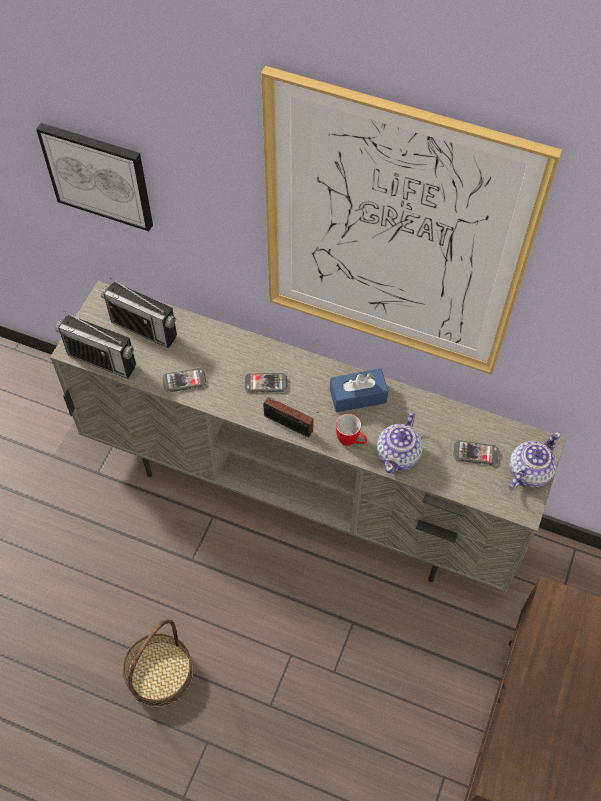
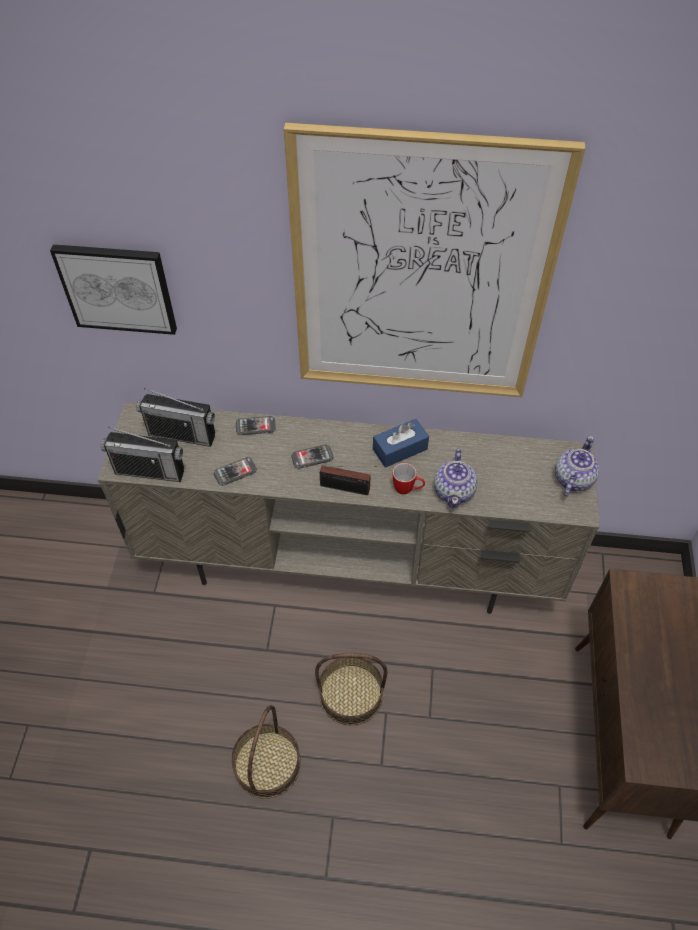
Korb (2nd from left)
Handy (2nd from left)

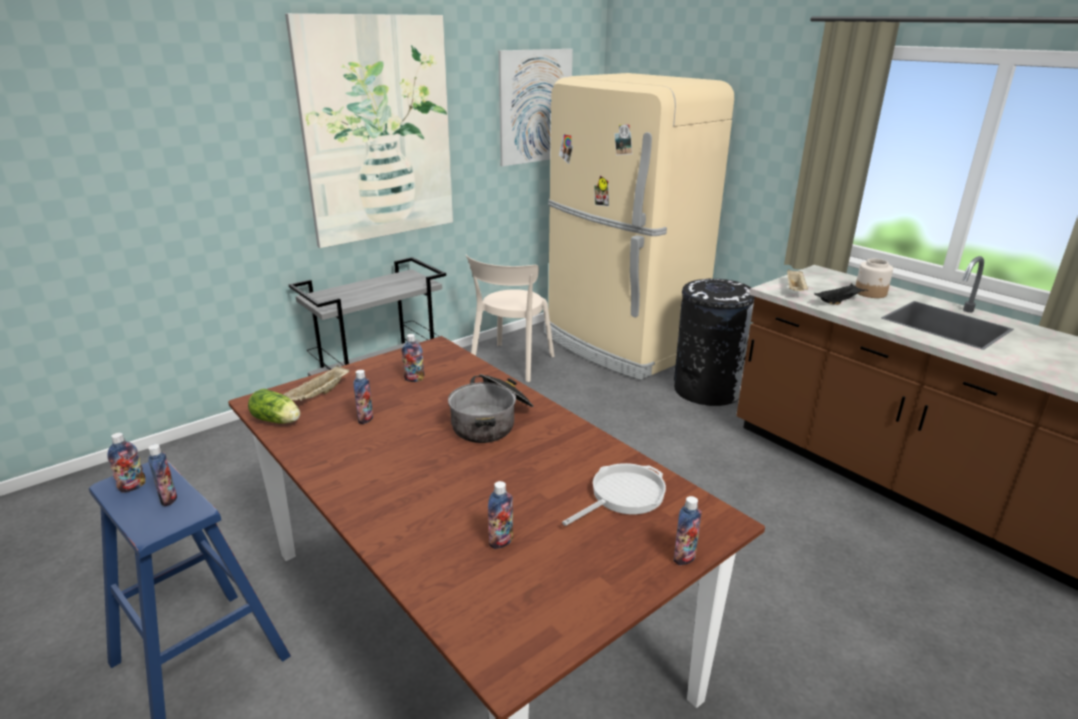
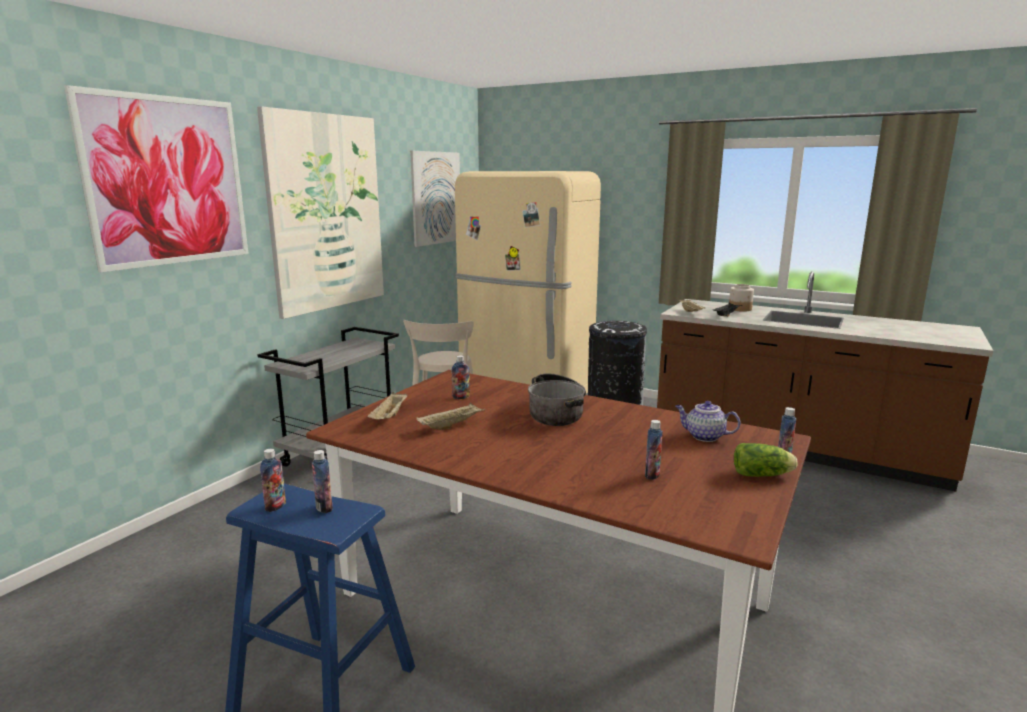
Bild (1st from left)
Salatkopf
Tablett (beige) (2nd from left)
Teekanne

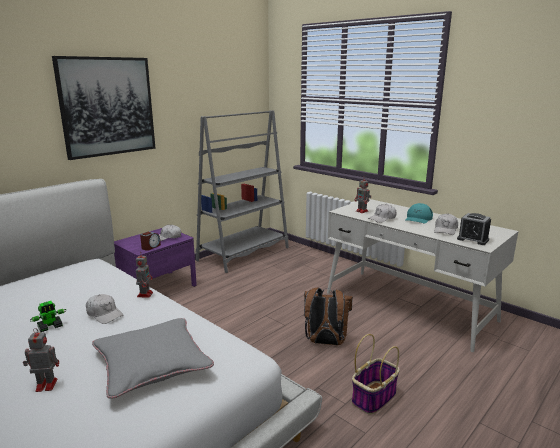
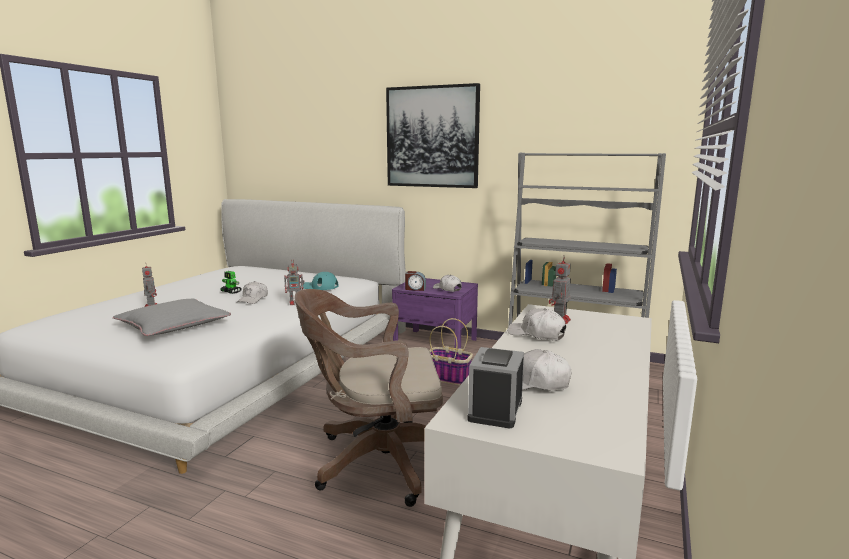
Korb
Kappe (türkis)
Bürostuhl (braun)

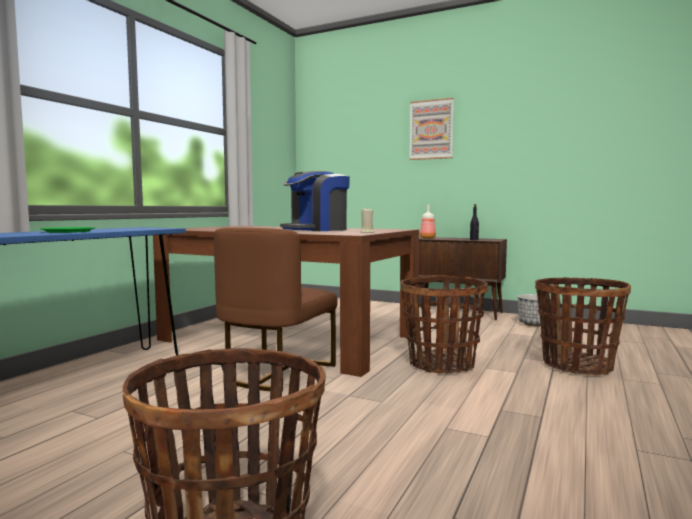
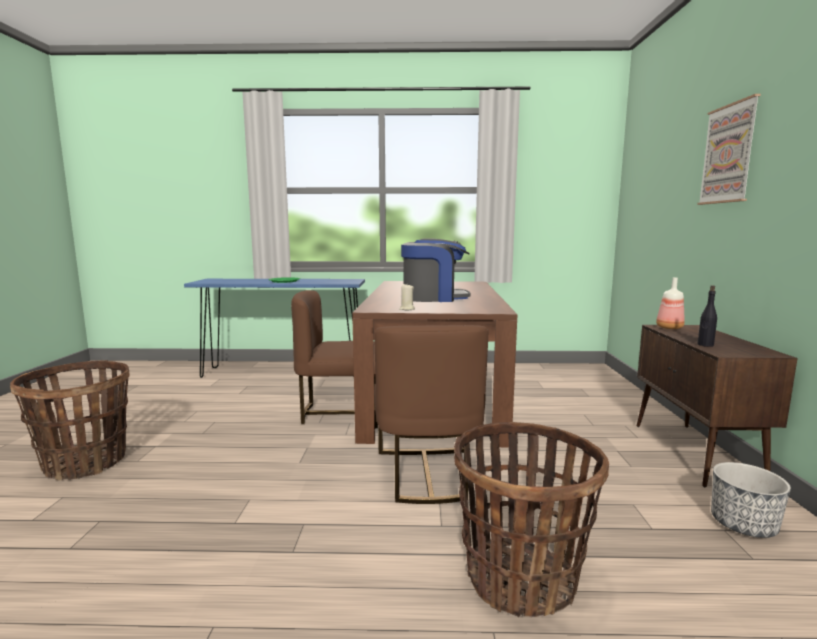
Stuhl (braun) (2nd from left)
Kaffeemaschine

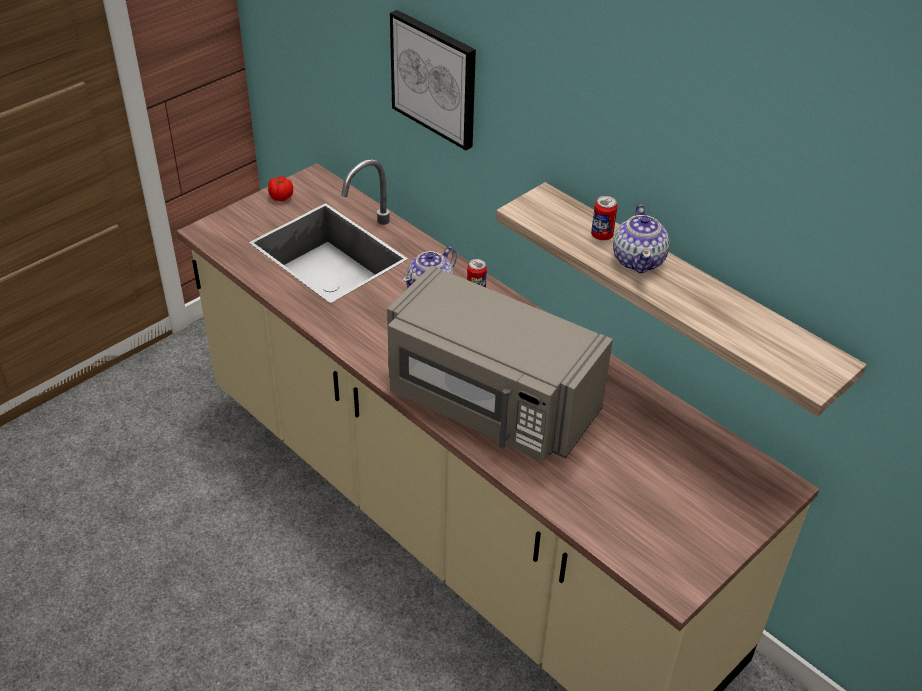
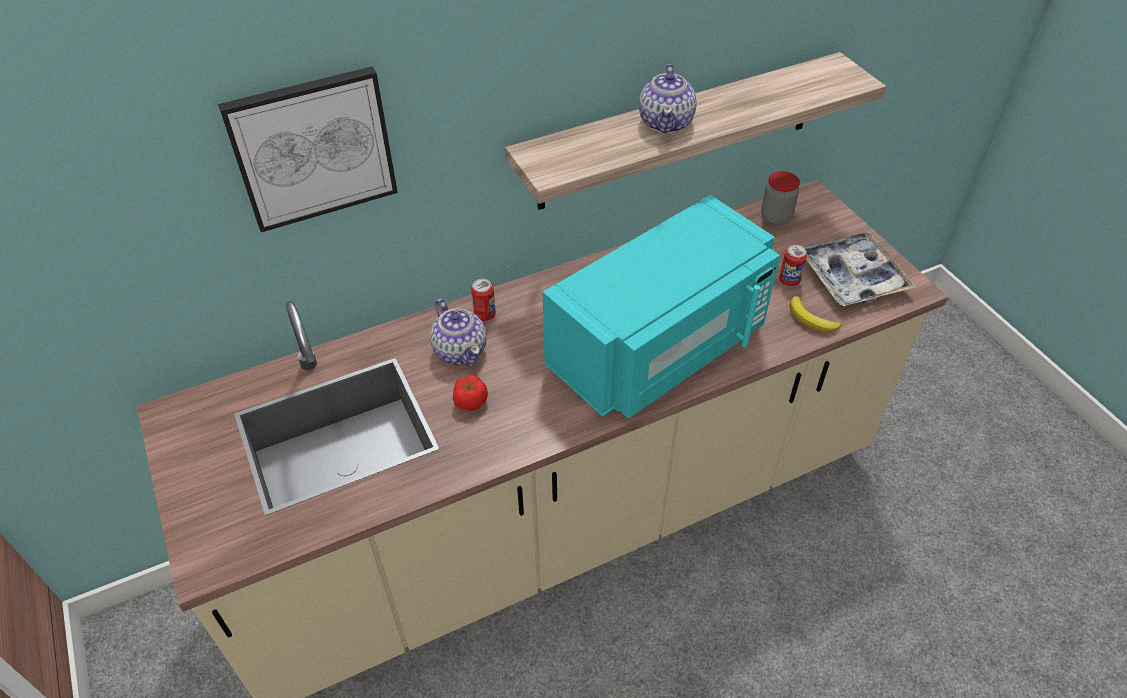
Vorratsglas
Banane
Tablett
Tomate
Dose (2nd from left)
Mikrowelle (türkis)
Teekanne (2nd from left)

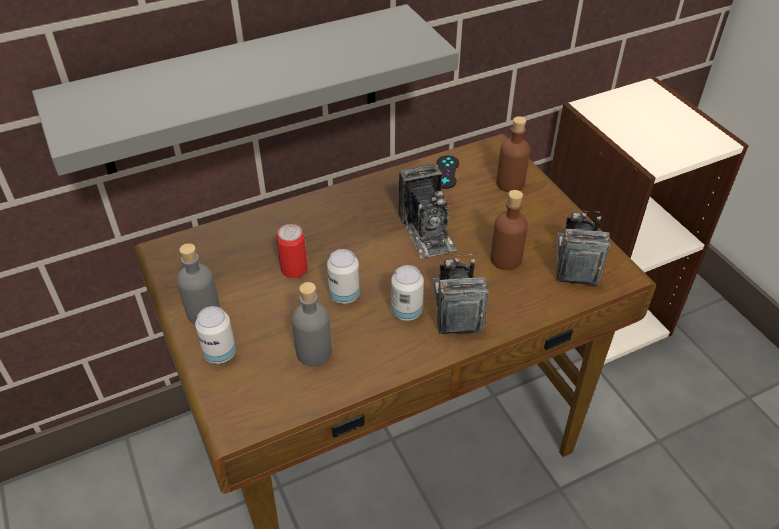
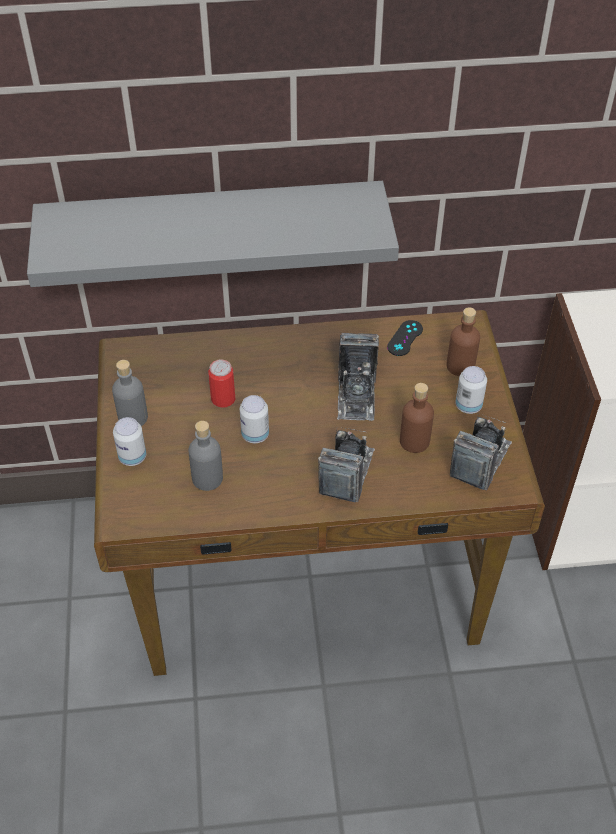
Dose (4th from left)

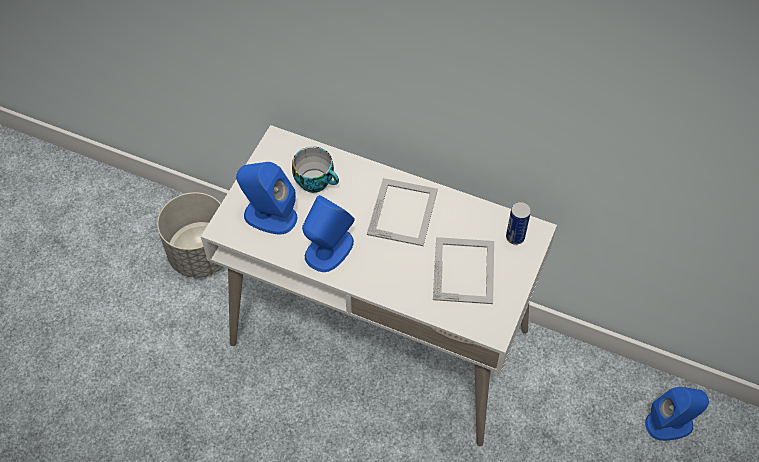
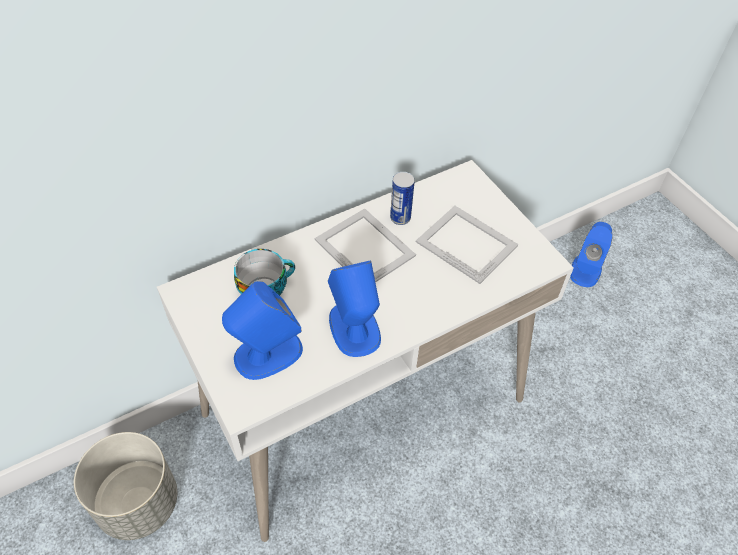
Dose

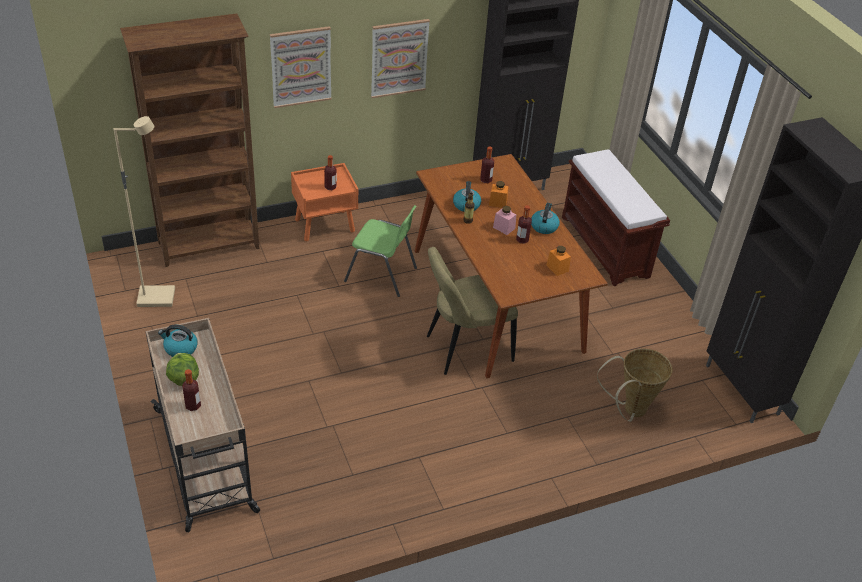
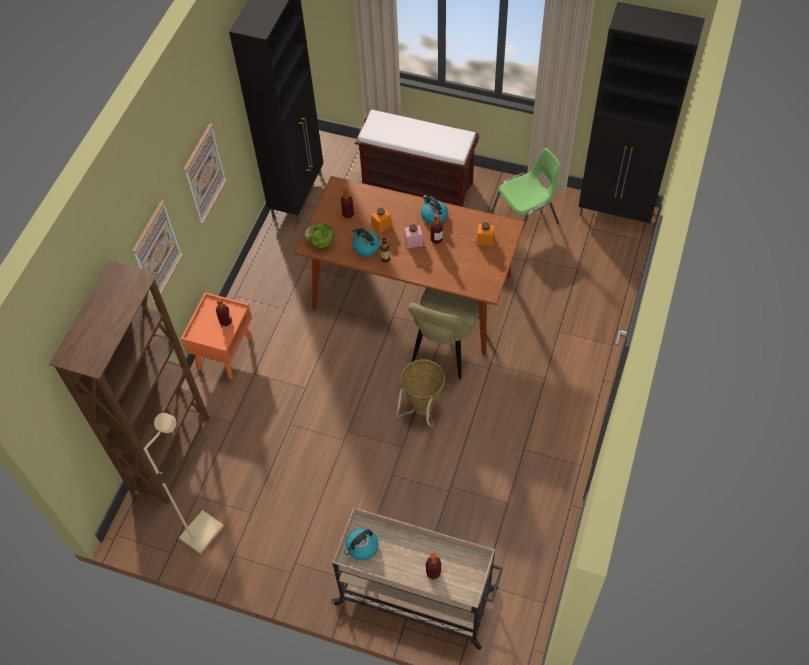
Salatkopf
Stuhl (grün)
Korb

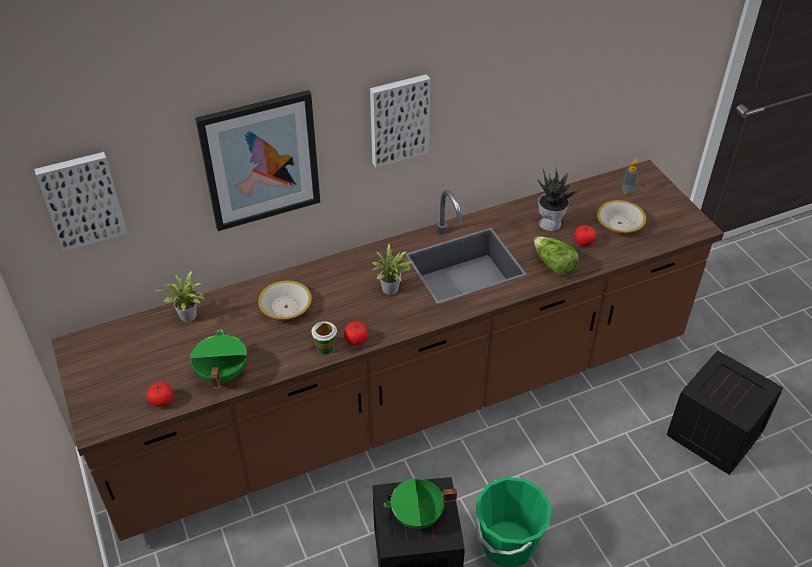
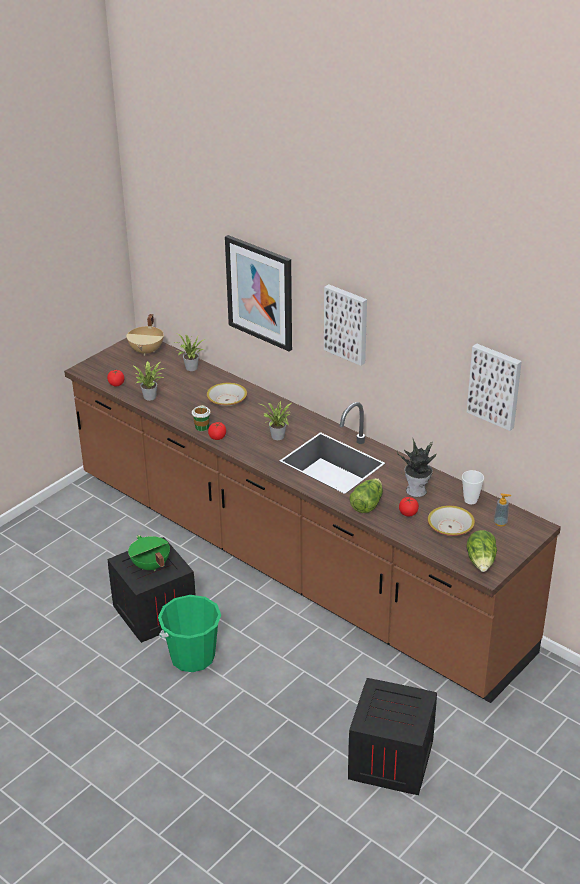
Kochtopf (beige)
Tasse (2nd from left)
Salatkopf (2nd from left)
Bild (3rd from left)
Topfpflanze (1st from left)

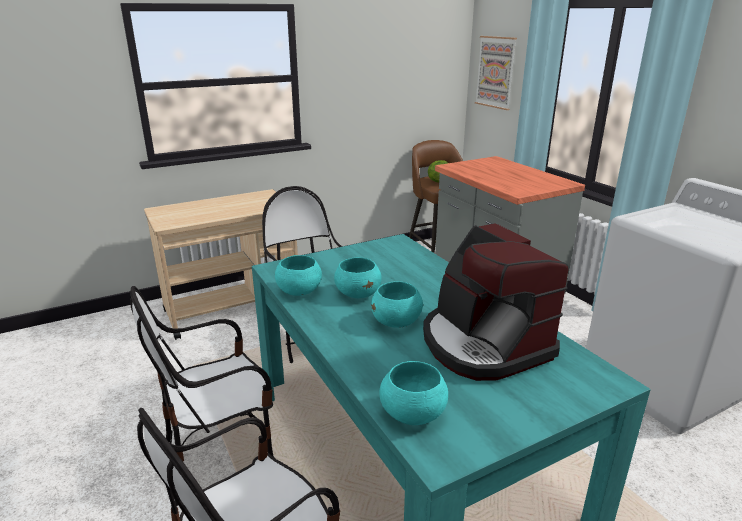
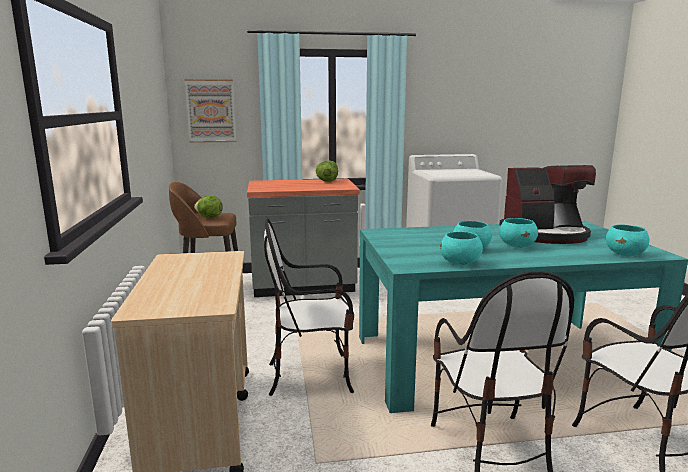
Salatkopf (2nd from left)

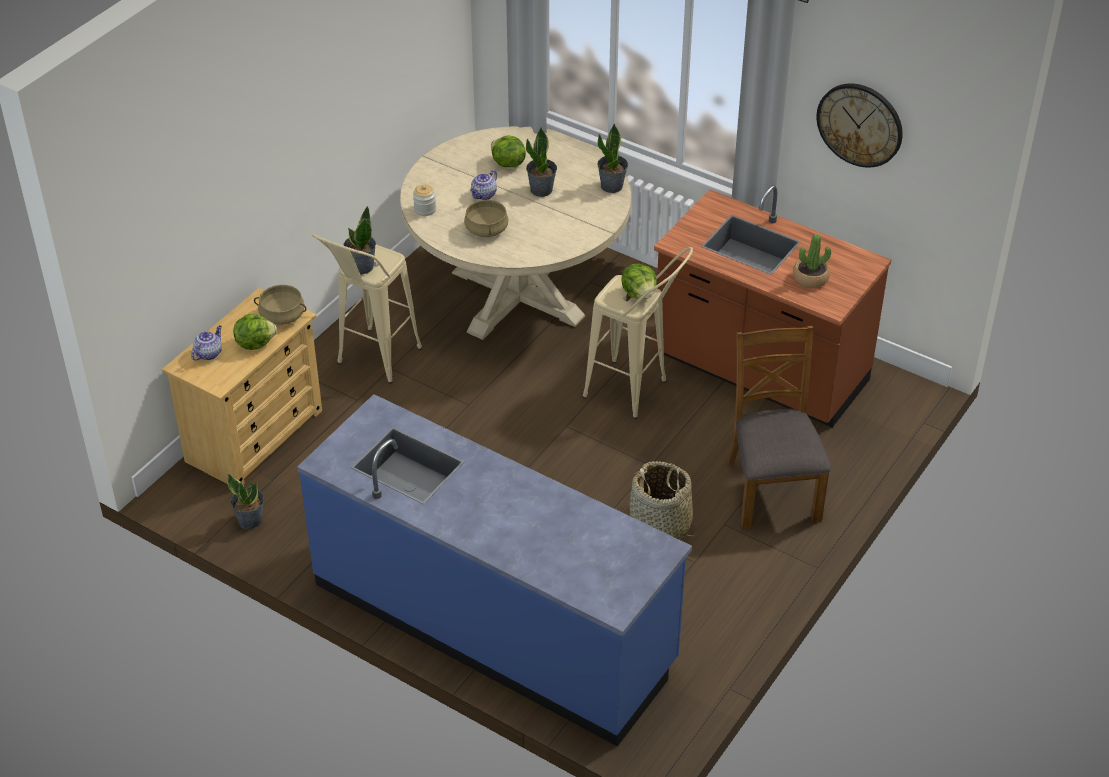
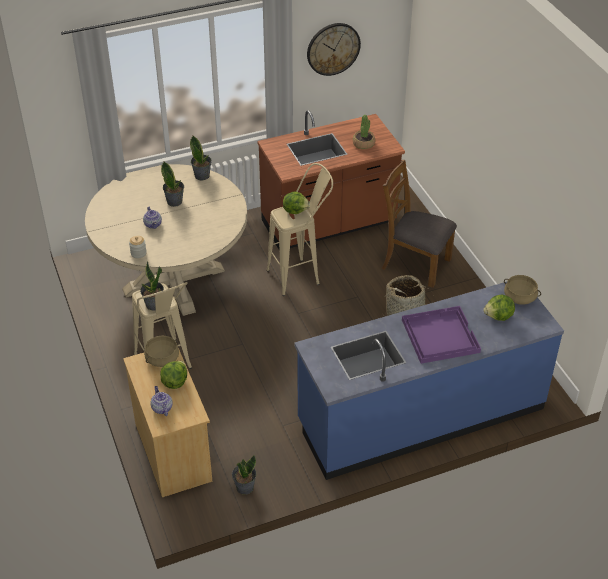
Tablett (lila)
Kochtopf (beige) (2nd from left)
Salatkopf (3rd from left)

